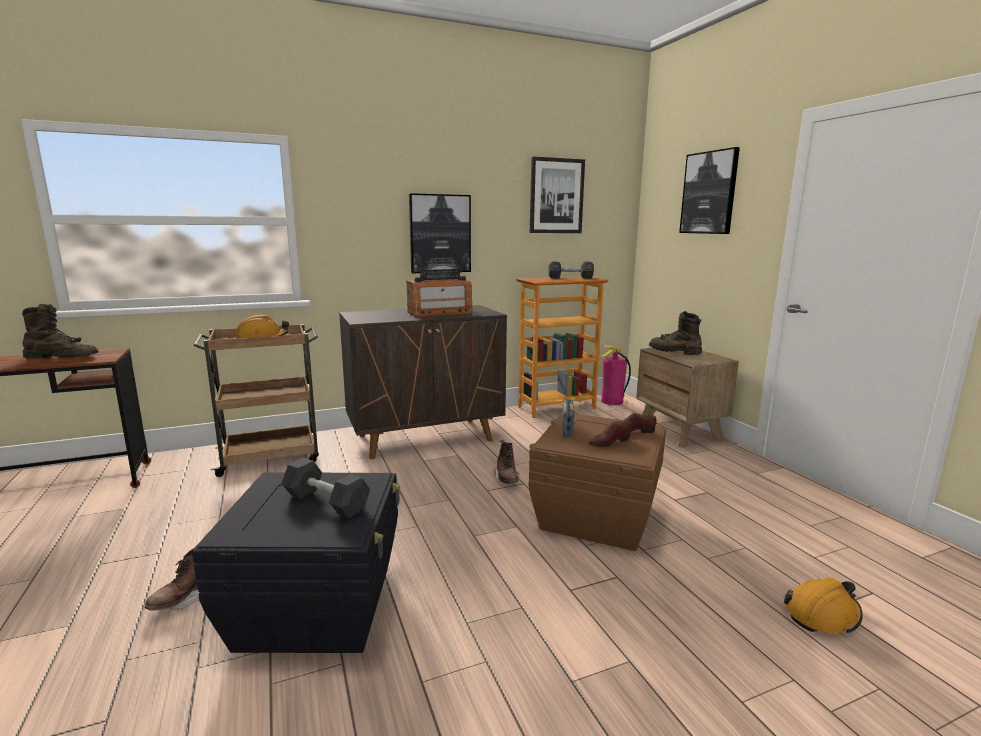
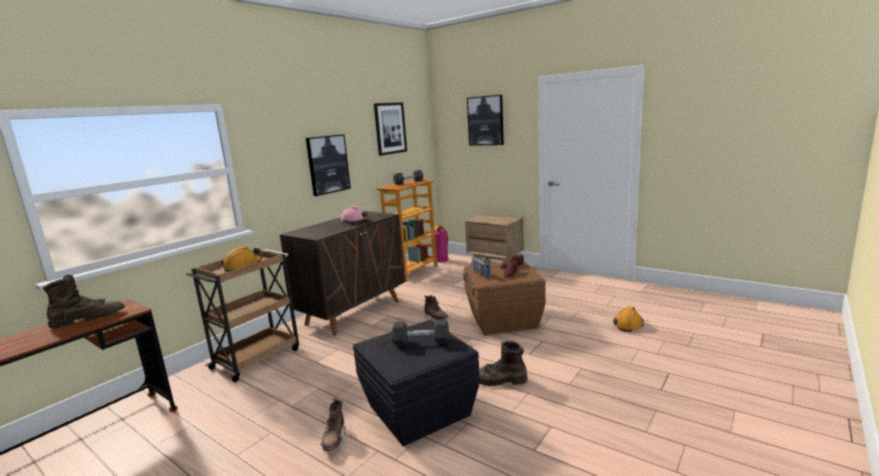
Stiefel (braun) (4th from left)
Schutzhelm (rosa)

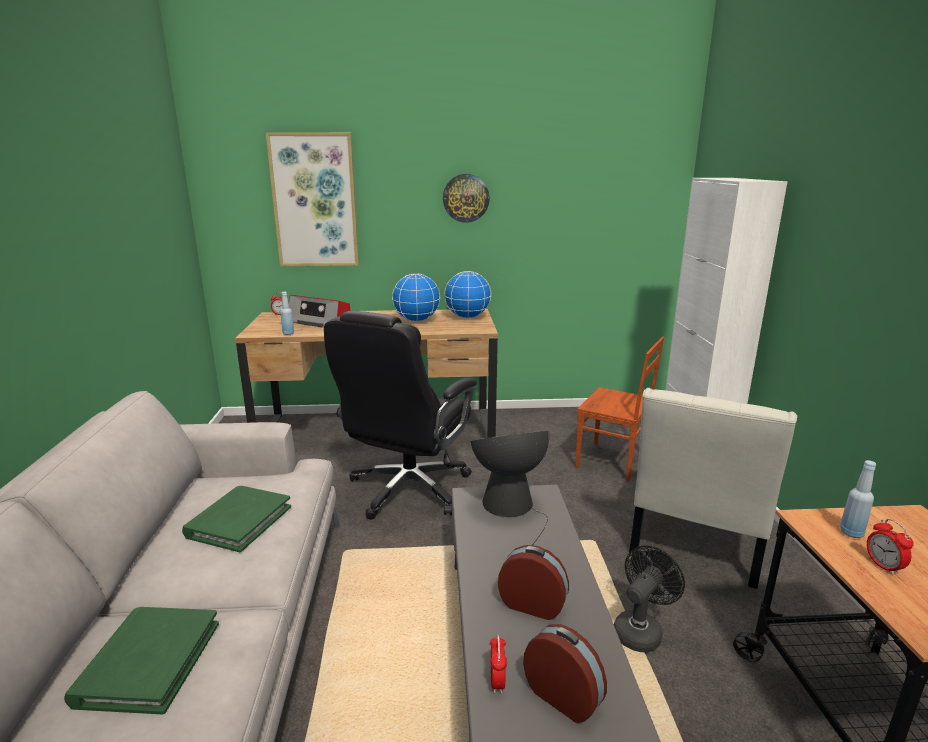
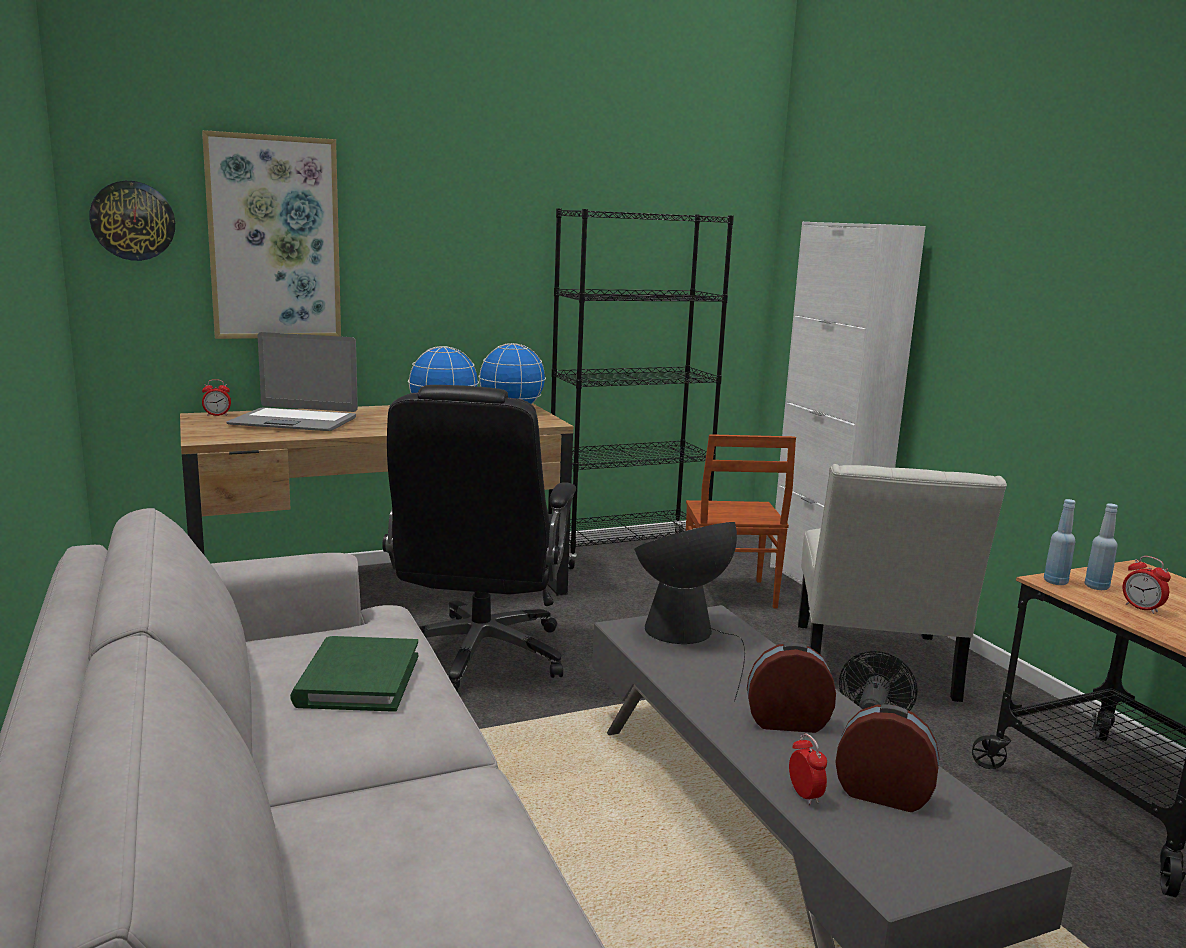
Buch (grün) (1st from left in the first image)
Bücherregal (schwarz)
Flasche (blau) (1st from left)
Wanduhr
Laptop
Stuhl (braun)

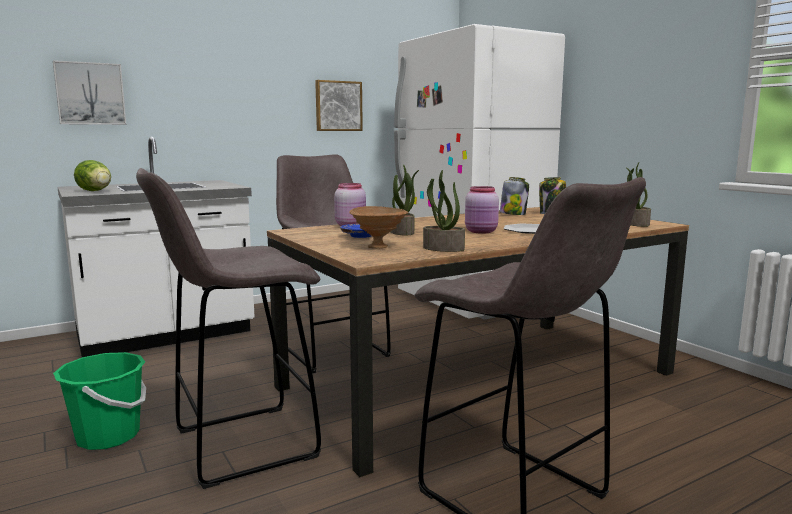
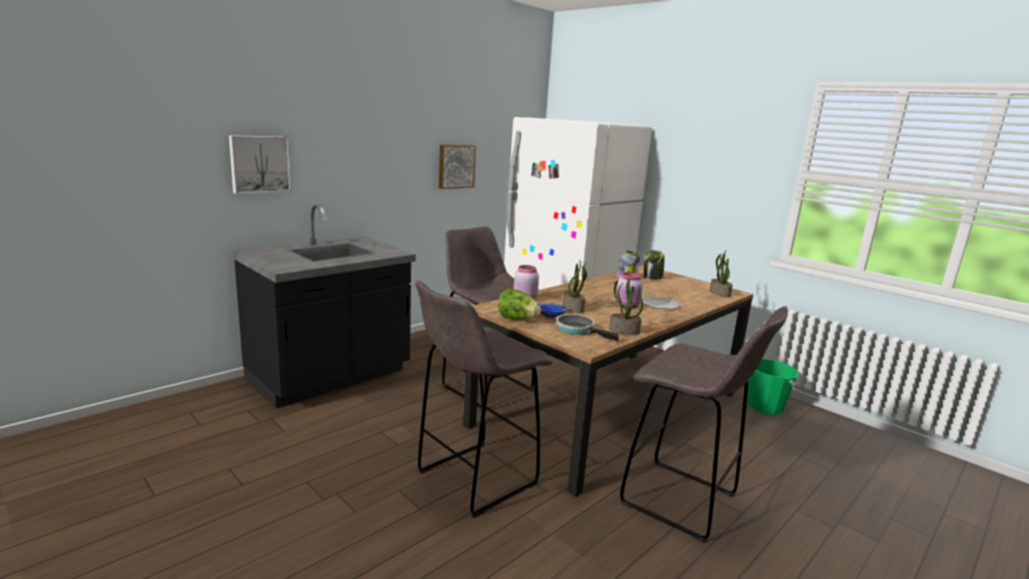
Eimer (grün)
Salatkopf
Pfanne
Küchenzeile (schwarz)

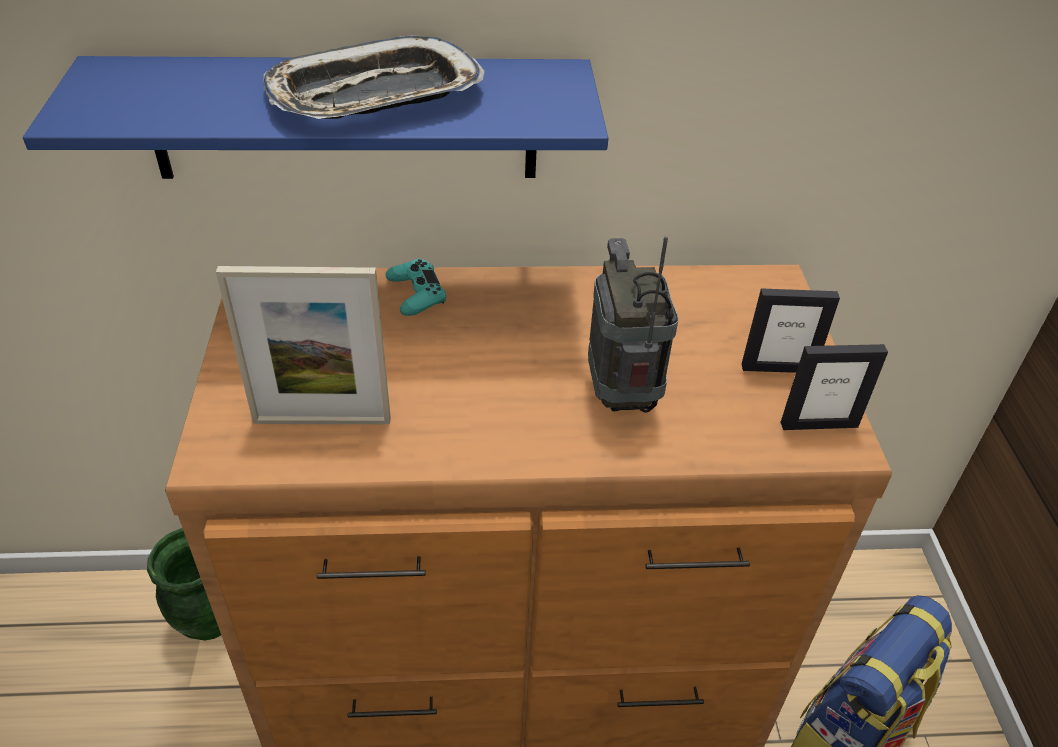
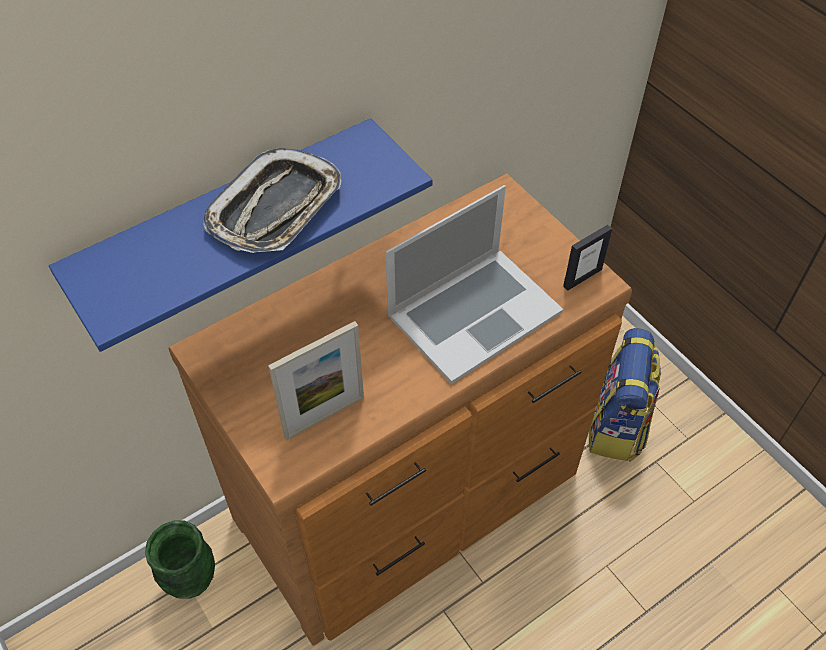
Gamepad (türkis)
Bilderrahmen (2nd from left in the first image)
Laptop

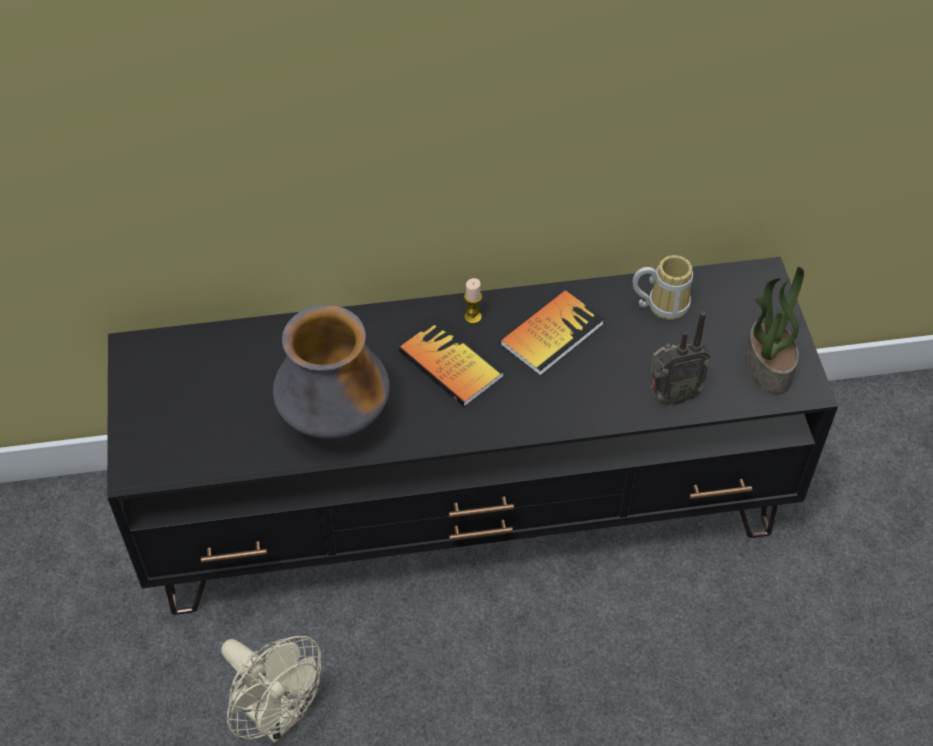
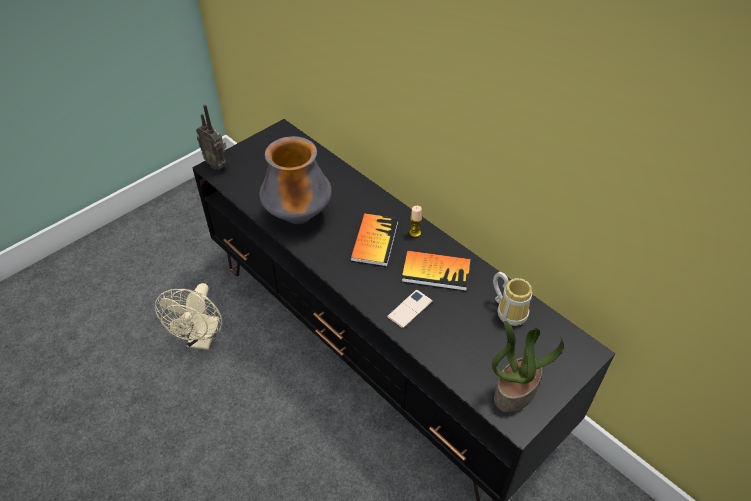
Handy
Radio

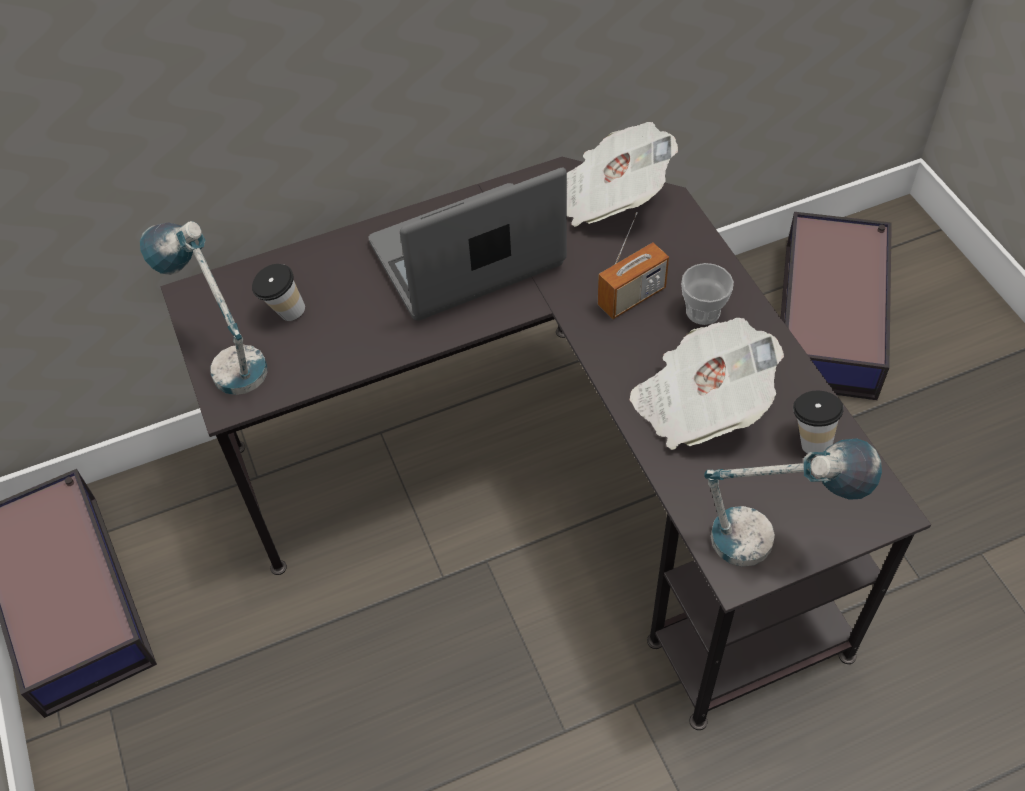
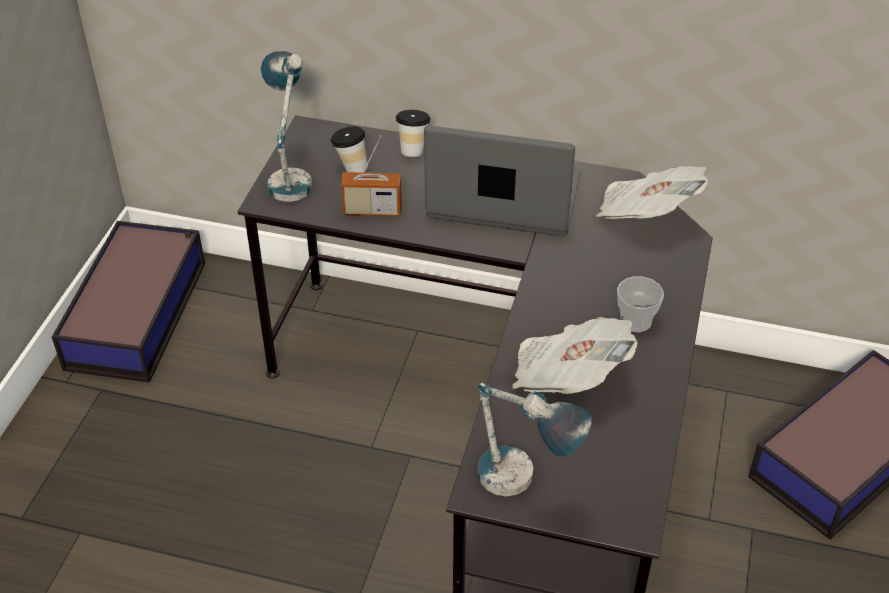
Radio
Tasse (2nd from left)

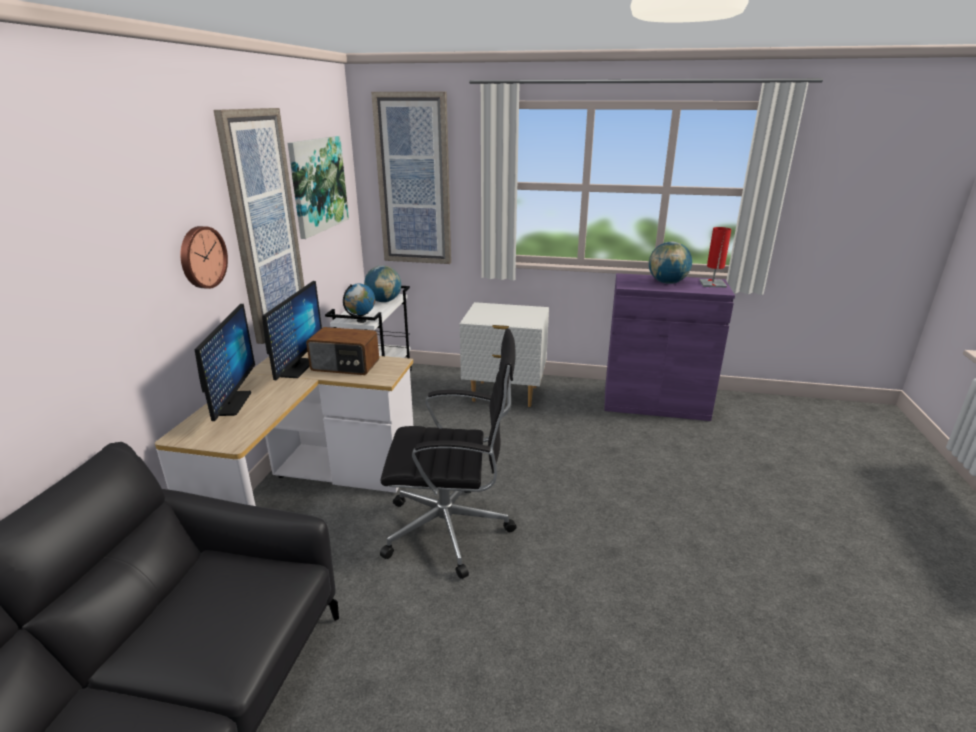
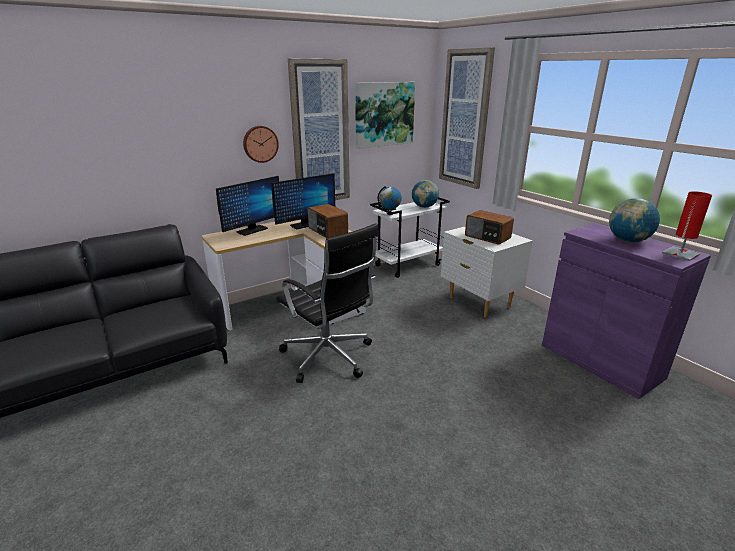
Radio (2nd from left)

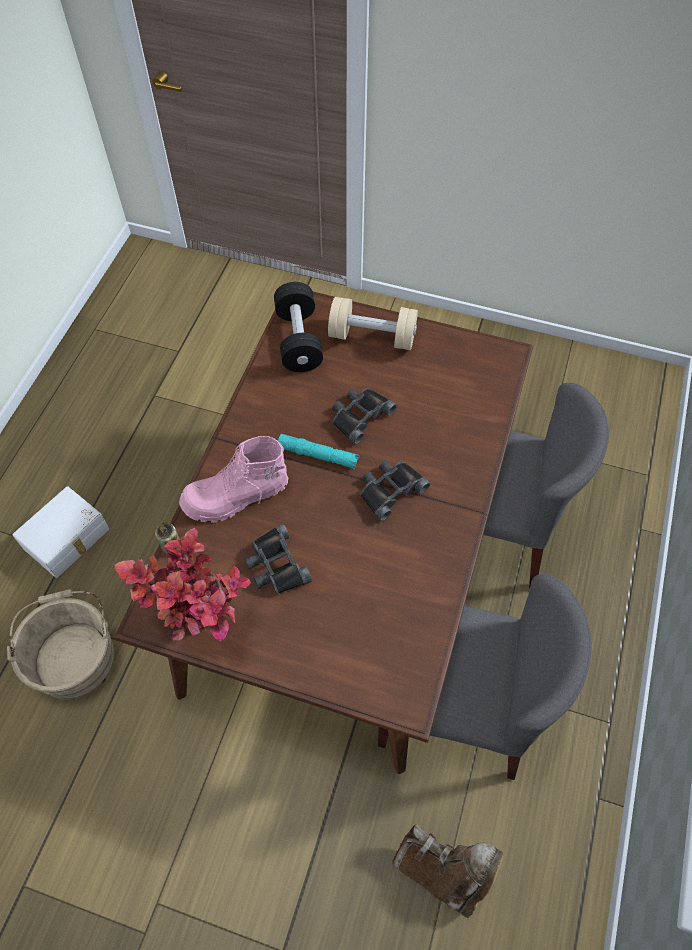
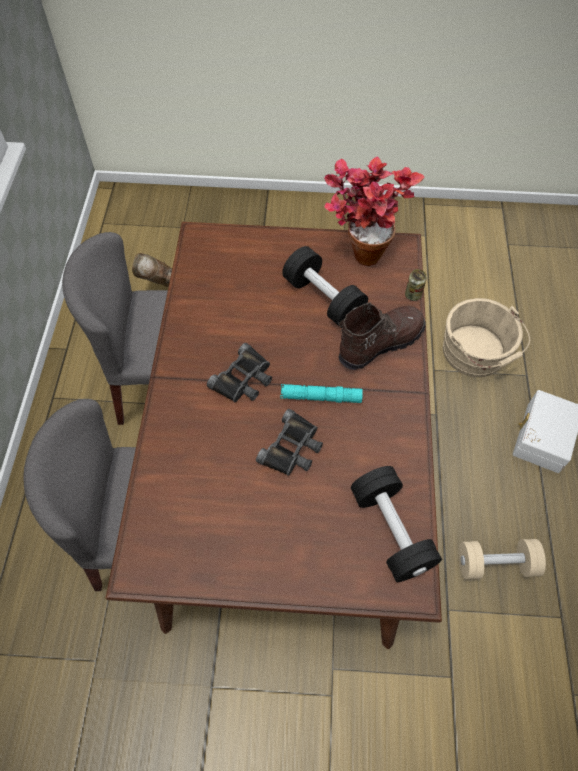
Hantel (beige)
Hantel (schwarz) (1st from left)
Stiefel (braun) (2nd from left)

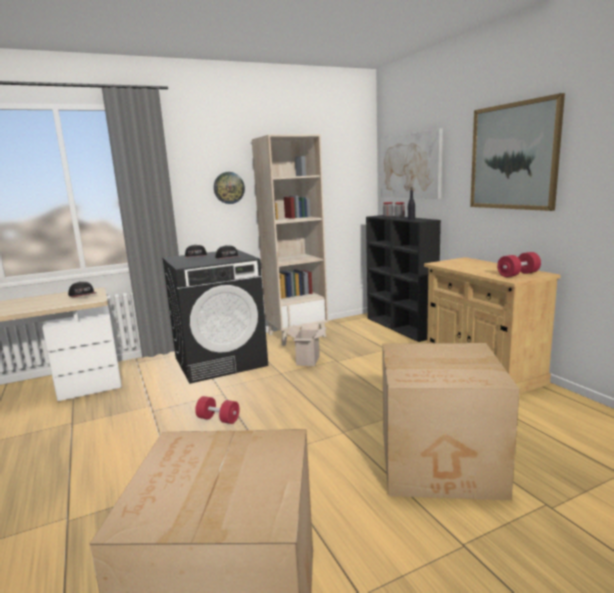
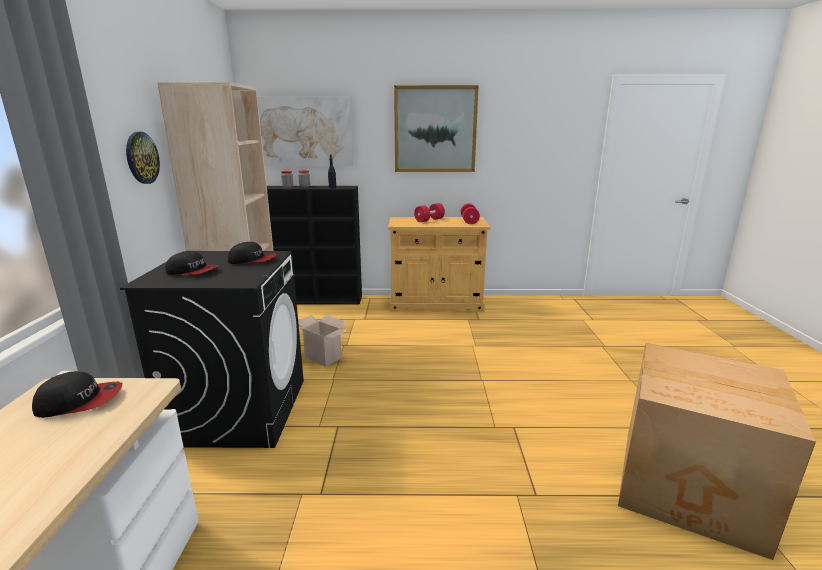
Karton (3rd from left in the first image)
Hantel (rot) (1st from left)

